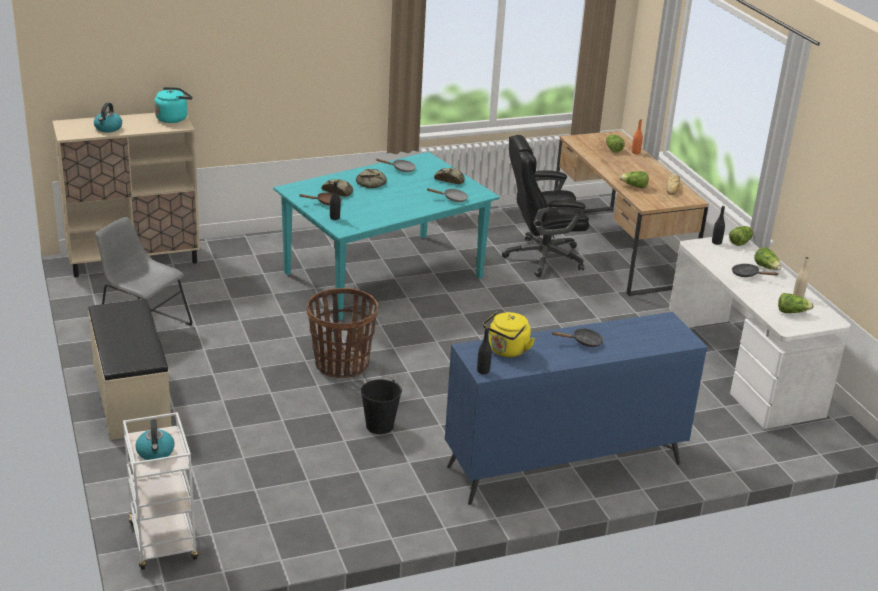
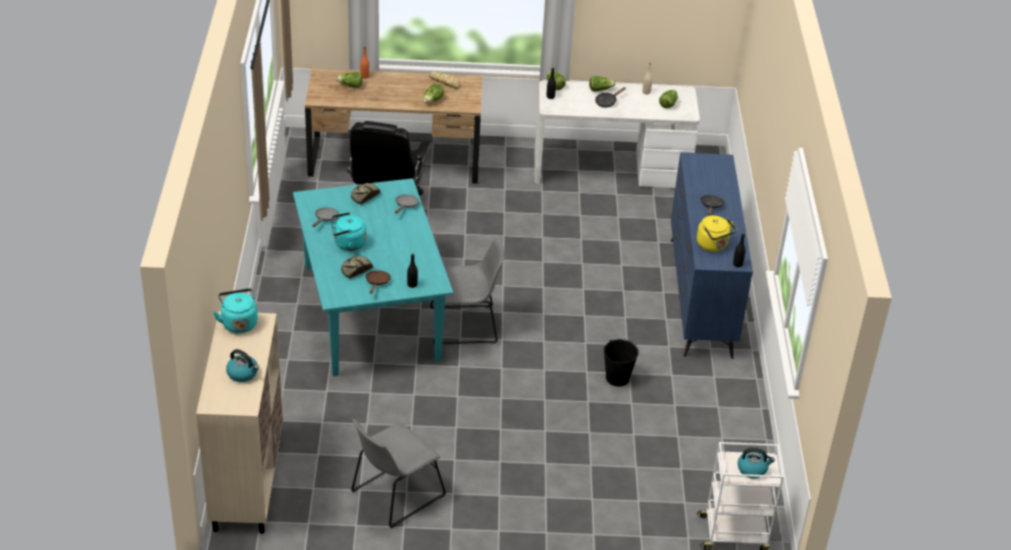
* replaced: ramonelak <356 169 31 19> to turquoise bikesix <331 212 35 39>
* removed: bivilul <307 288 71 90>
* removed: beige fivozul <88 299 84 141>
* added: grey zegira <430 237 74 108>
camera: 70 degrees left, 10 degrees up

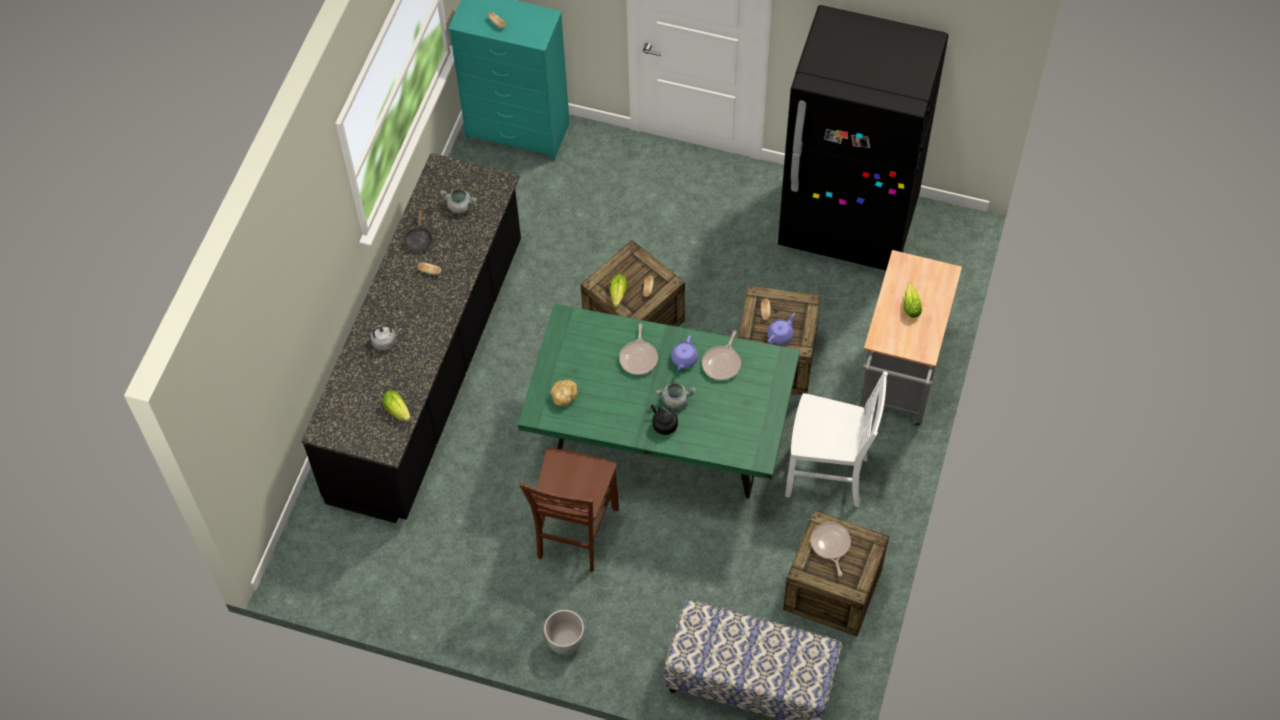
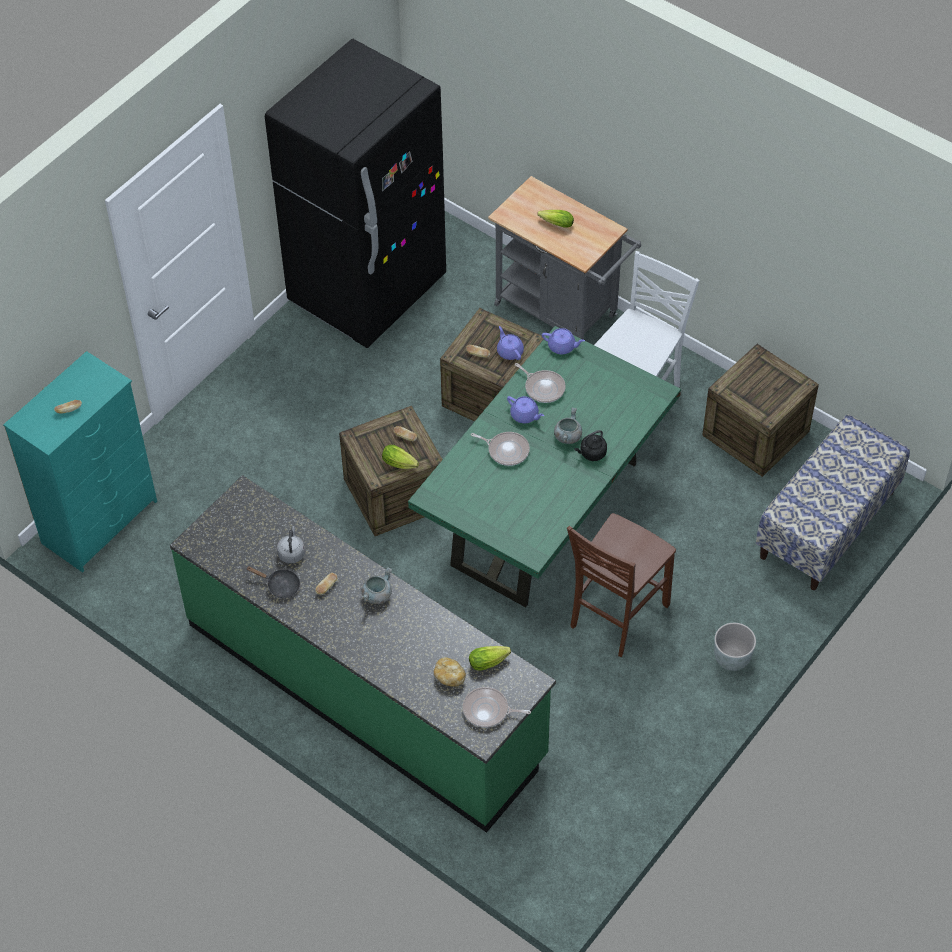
* recoloured: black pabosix <301 153 220 370> to green pabosix <170 475 386 358>
* moved: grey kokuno <440 189 37 25> to <361 567 31 37>
* moved: grey bikesix <370 325 32 25> to <277 526 28 38>
* moved: ramonelak <551 380 26 26> to <434 657 32 30>
* turned: brown zegira <519 448 100 124> = <567 513 109 144> 90 degrees clockwise
* moved: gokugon <811 522 40 54> to <463 687 68 41>
* added: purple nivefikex <542 328 43 26>
camera: 70 degrees left, 5 degrees down

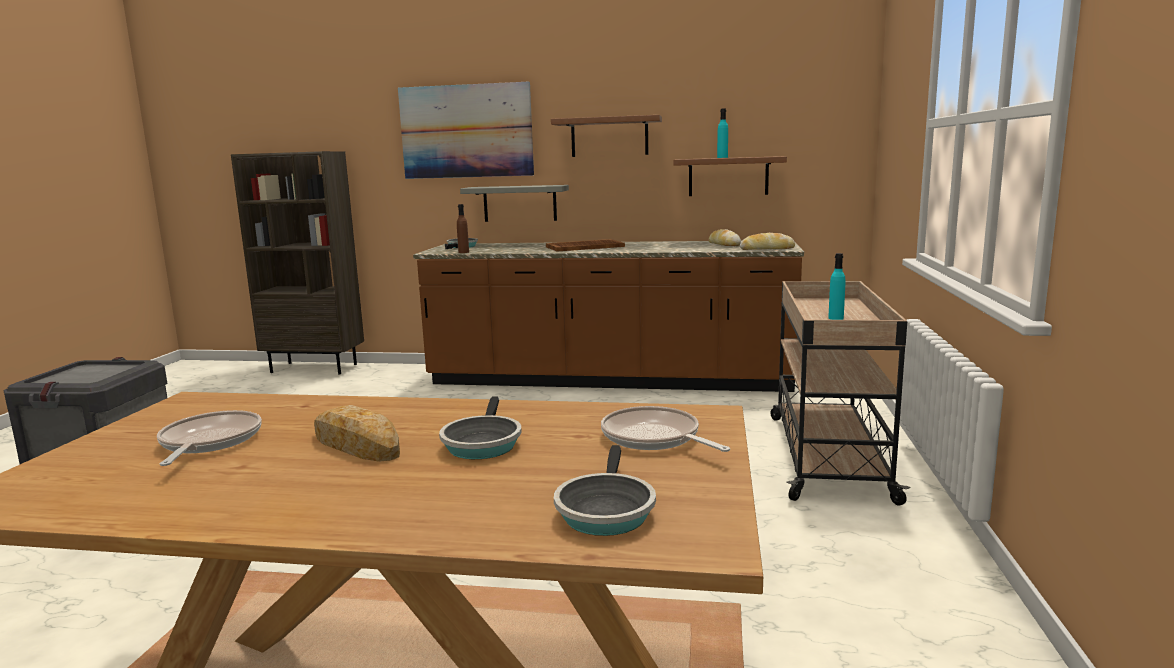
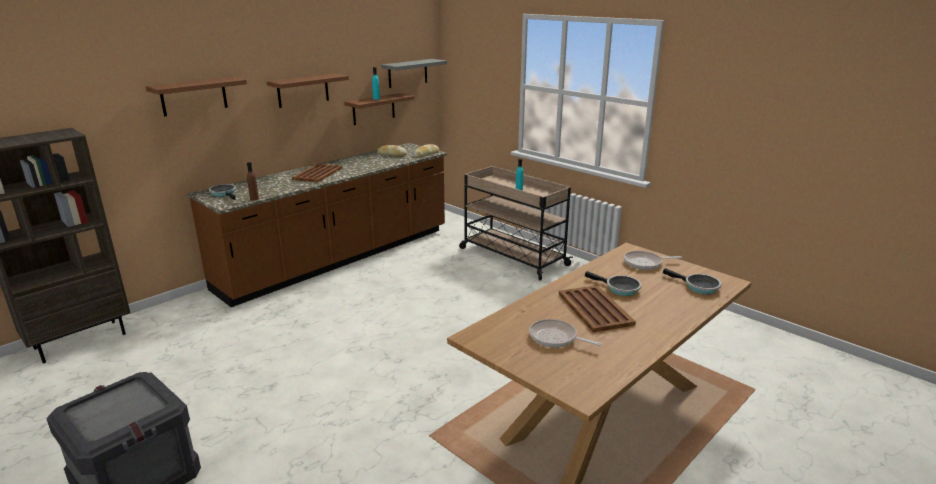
* replaced: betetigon <398 82 136 97> to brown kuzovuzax <146 77 101 39>
* moved: grey kuzovuzax <460 185 109 37> to <381 59 66 29>
* replaced: ramonelak <314 405 86 57> to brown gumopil <559 285 77 48>
camera: 55 degrees left, 10 degrees up

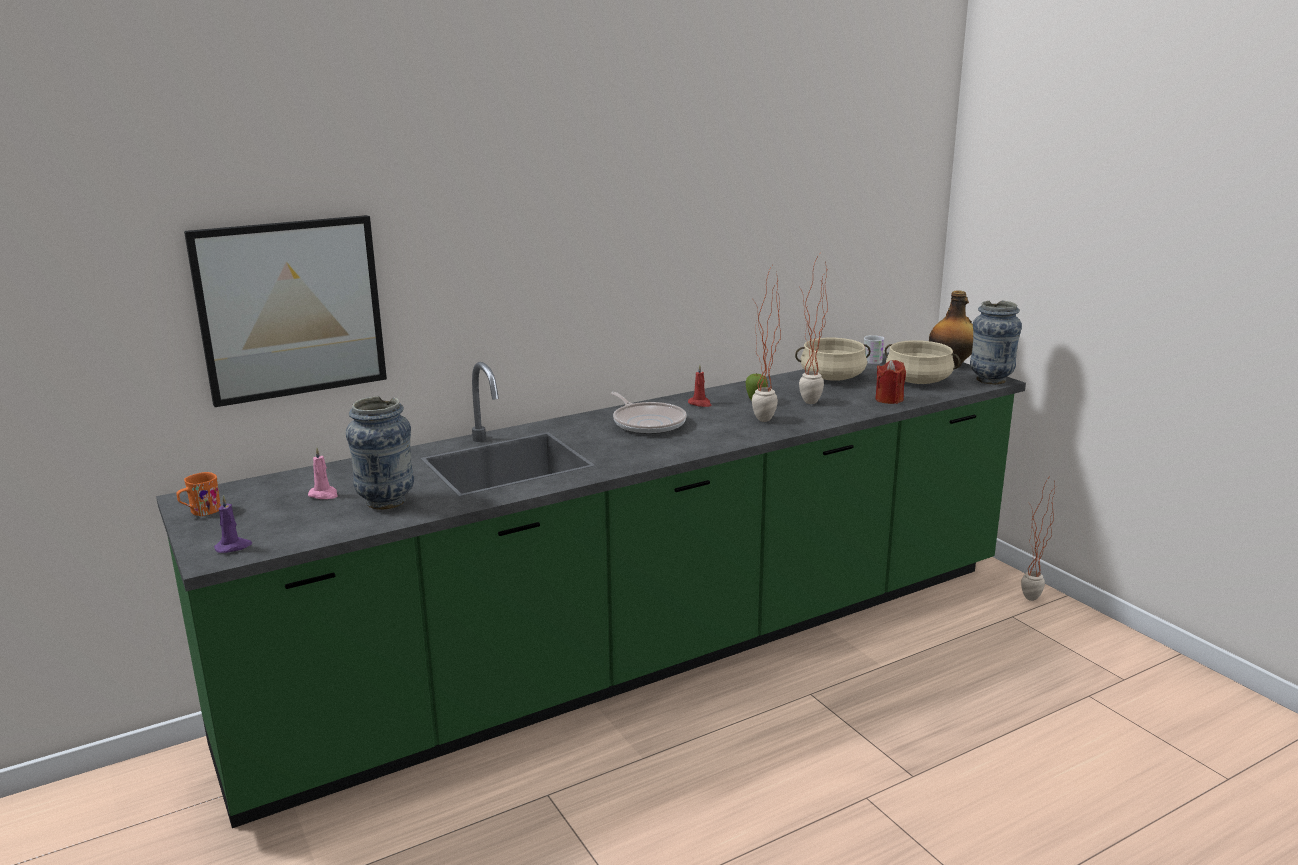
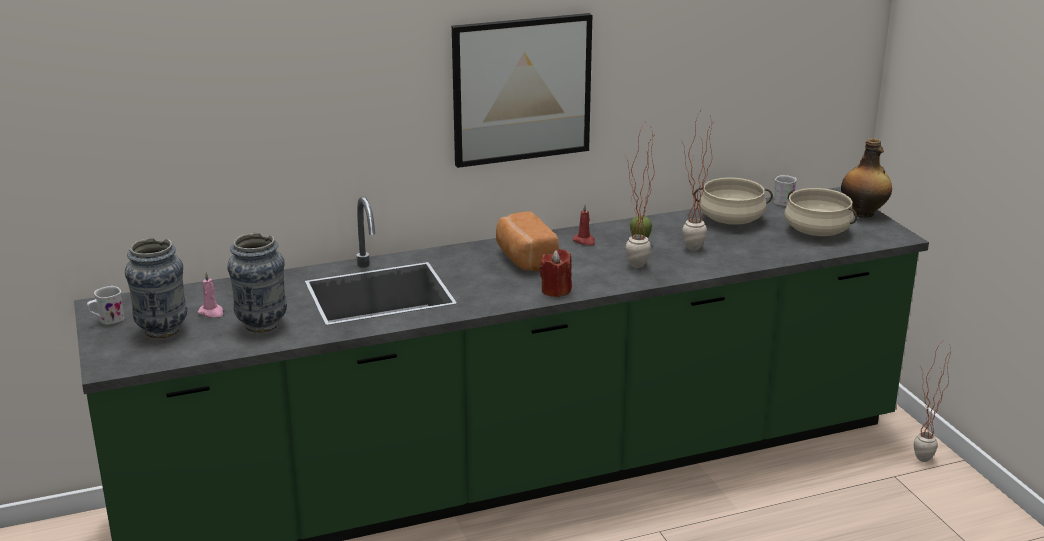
* moved: betetigon <184 215 203 192> to <452 13 140 155>
* moved: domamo <970 300 52 84> to <125 238 62 100>
* moved: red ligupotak <875 360 31 44> to <540 249 32 48>
* replaced: gokugon <611 392 76 42> to ramonelak <496 211 63 60>
* recoloured: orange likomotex <176 472 45 44> to white likomotex <87 286 37 39>
* removed: purple ligupotak <214 495 38 58>
camera: 10 degrees right, 5 degrees up

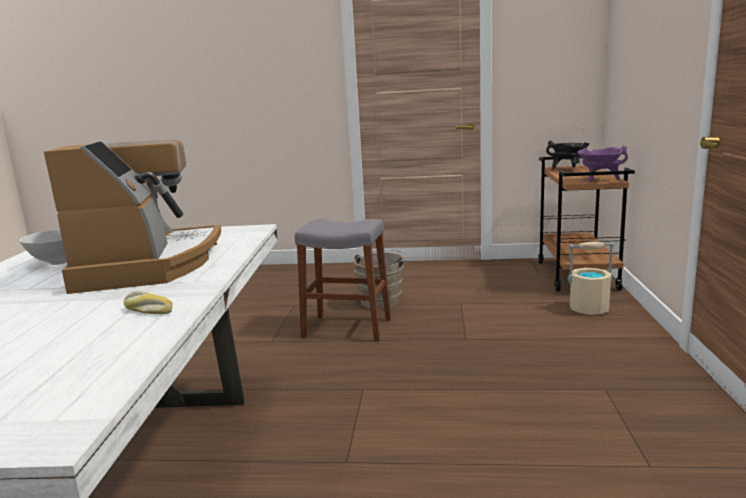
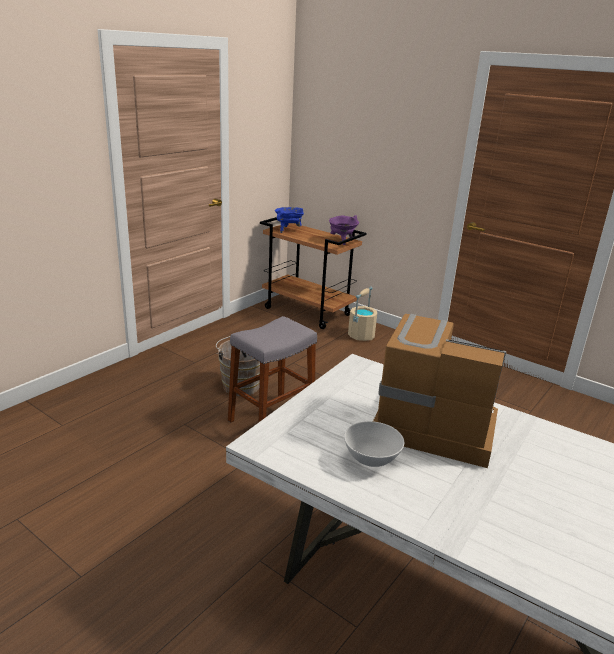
* recoloured: black kokuno <546 140 44 30> to blue kokuno <275 207 29 26>
* removed: ramonelak <124 291 48 23>
camera: 60 degrees left, 10 degrees up

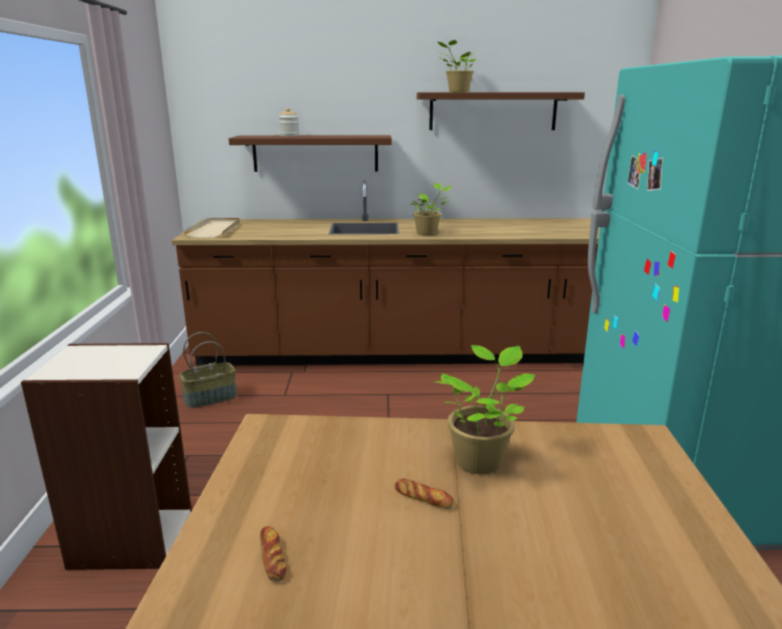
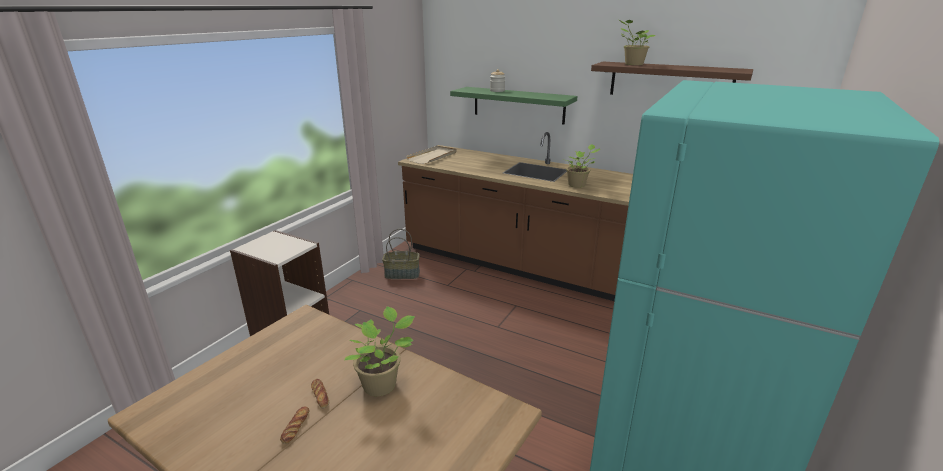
* recoloured: brown kuzovuzax <229 135 163 37> to green kuzovuzax <450 87 128 37>
* moved: ramonelak <260 526 27 56> to <280 407 29 37>
camera: 30 degrees right, 5 degrees up

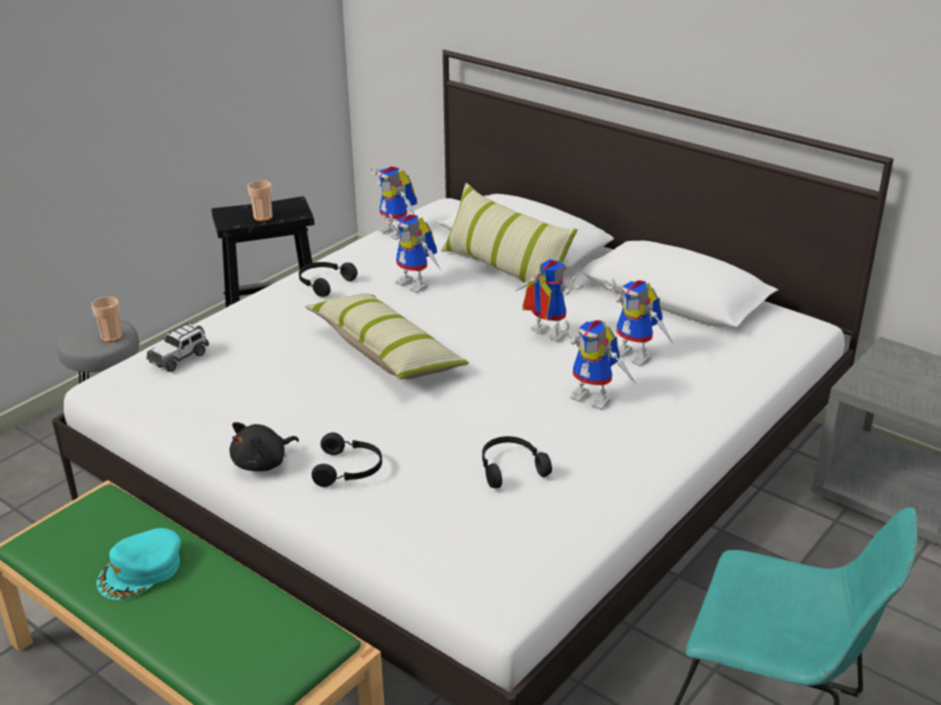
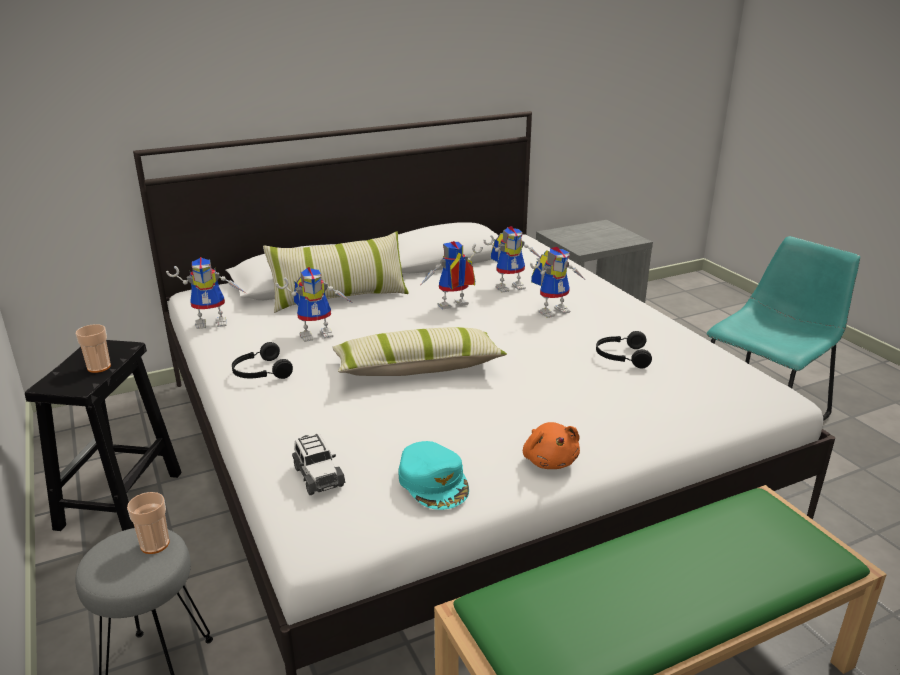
* recoloured: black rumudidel <230 422 69 49> to orange rumudidel <523 422 57 47>
* removed: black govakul <312 433 70 54>
* moved: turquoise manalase <96 528 85 72> to <398 441 71 69>
camera: 65 degrees left, 5 degrees down

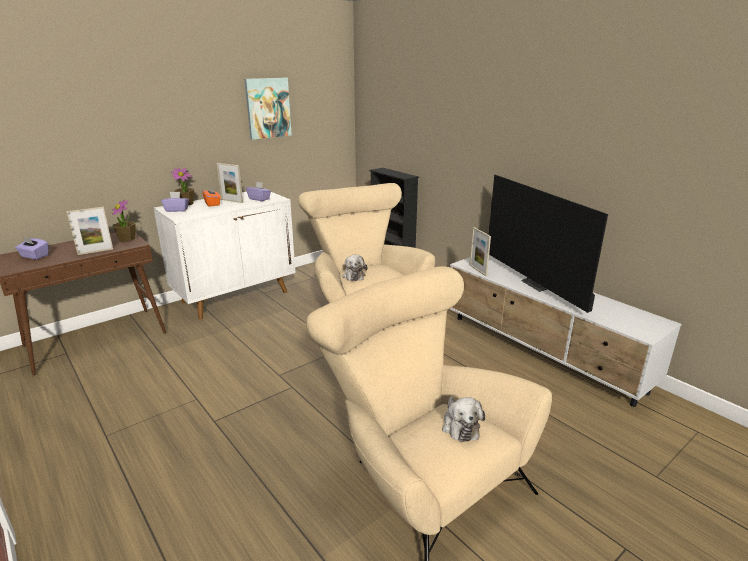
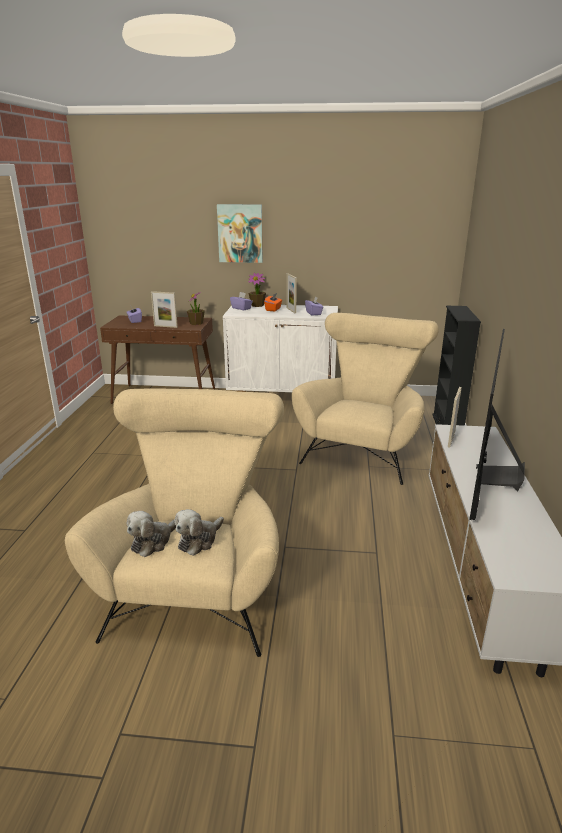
* moved: betetigon <245 78 47 62> to <217 204 46 59>
* moved: rumudidel <343 255 24 26> to <127 511 49 46>
camera: 45 degrees right, 0 degrees up

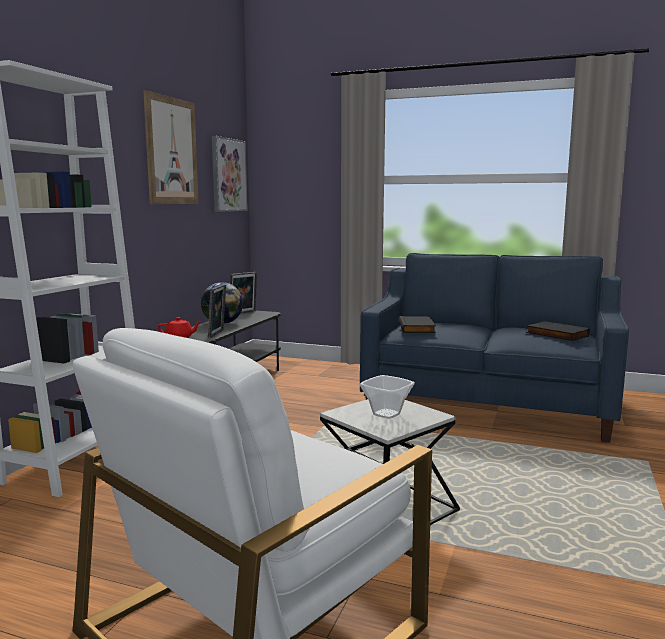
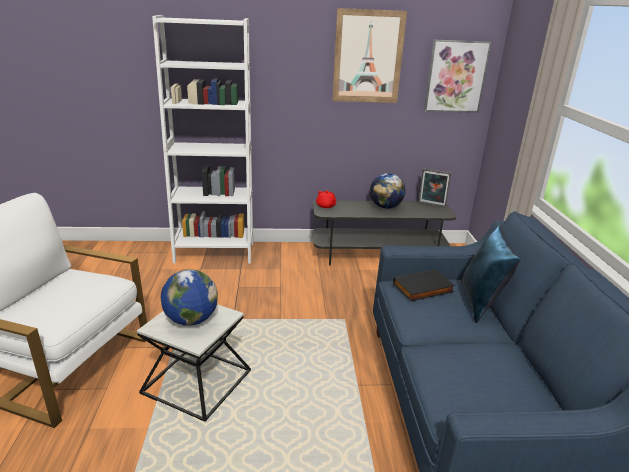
* removed: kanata <208 284 18 54>
* removed: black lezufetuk <526 321 64 20>
* replaced: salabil <359 375 56 44> to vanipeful <161 269 57 57>
* added: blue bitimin <461 226 60 98>
camera: 65 degrees right, 15 degrees up

